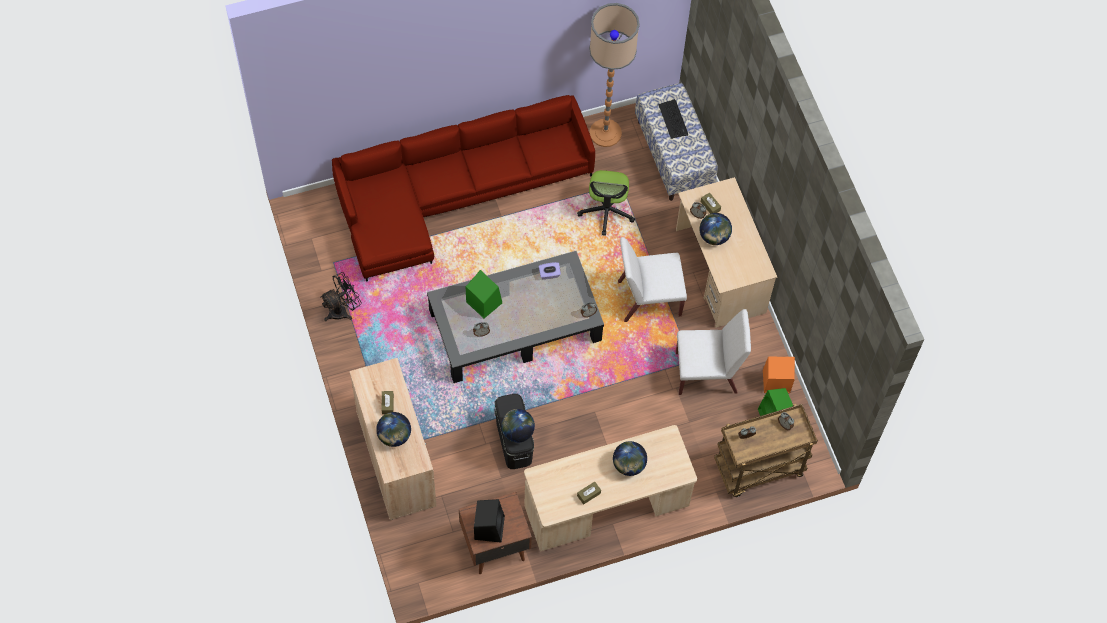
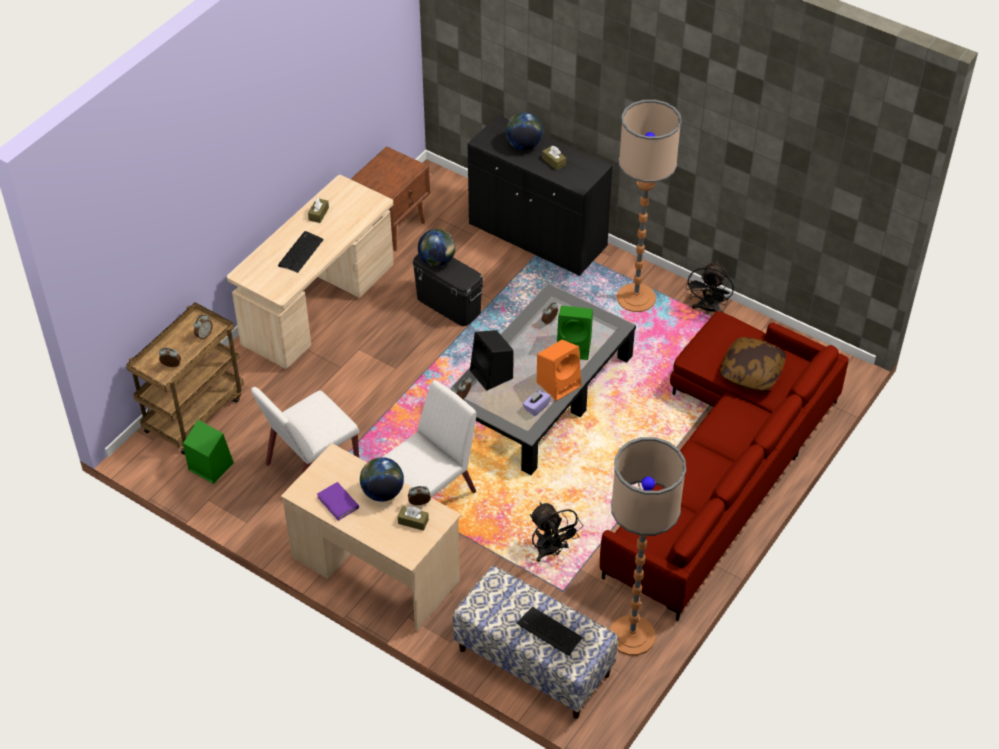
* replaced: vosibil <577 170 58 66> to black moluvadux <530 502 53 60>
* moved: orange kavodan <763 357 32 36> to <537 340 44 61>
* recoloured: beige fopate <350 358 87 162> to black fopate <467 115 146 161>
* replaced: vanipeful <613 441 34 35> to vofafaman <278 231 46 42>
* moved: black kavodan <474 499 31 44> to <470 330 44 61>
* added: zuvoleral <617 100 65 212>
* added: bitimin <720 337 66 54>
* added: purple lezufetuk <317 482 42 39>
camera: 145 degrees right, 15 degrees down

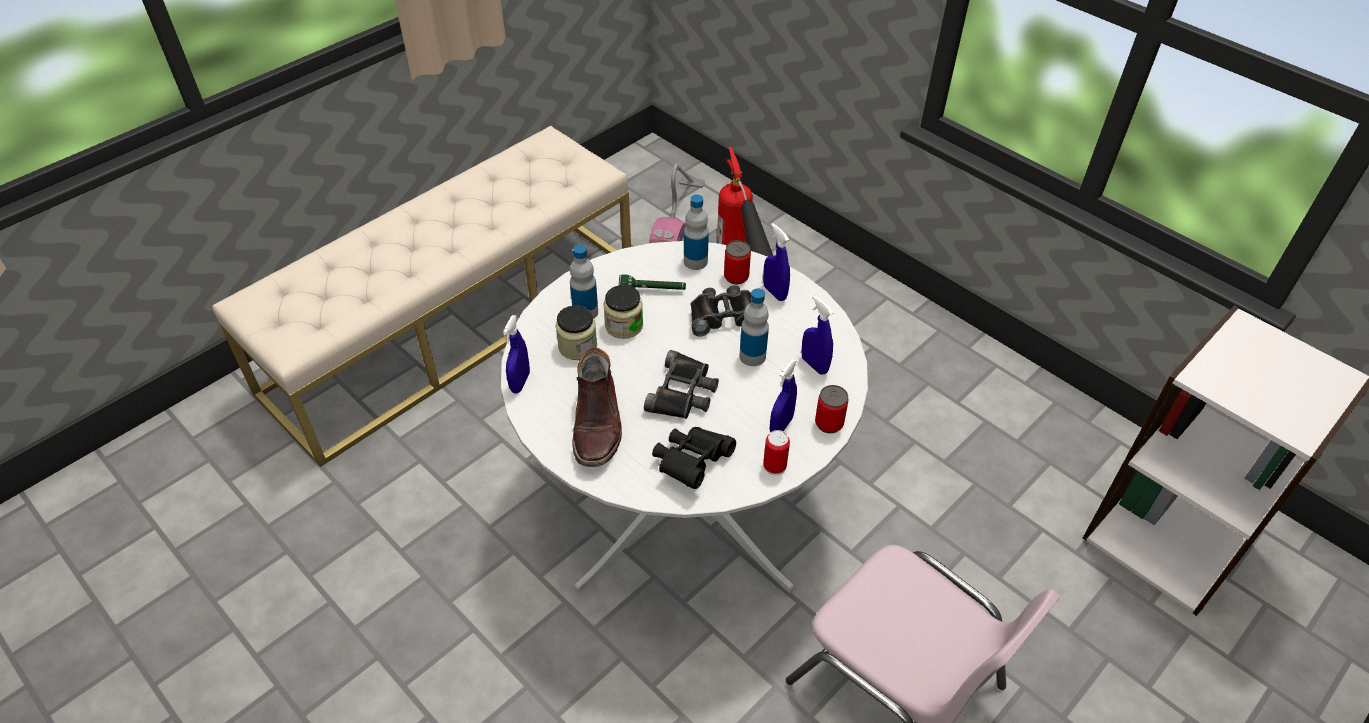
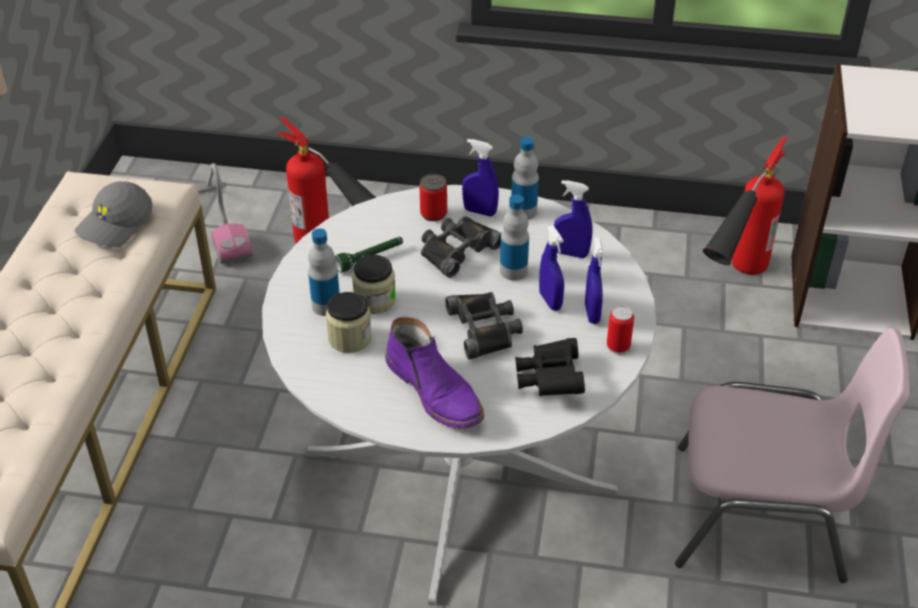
* moved: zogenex <684 194 25 76> to <511 137 28 83>
* moved: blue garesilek <503 315 27 79> to <539 225 25 86>
* recoloured: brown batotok <572 347 50 120> to purple batotok <386 317 98 112>
* removed: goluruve <815 385 33 48>
* added: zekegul <703 136 84 139>
* added: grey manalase <75 181 77 66>
camera: 35 degrees left, 5 degrees down

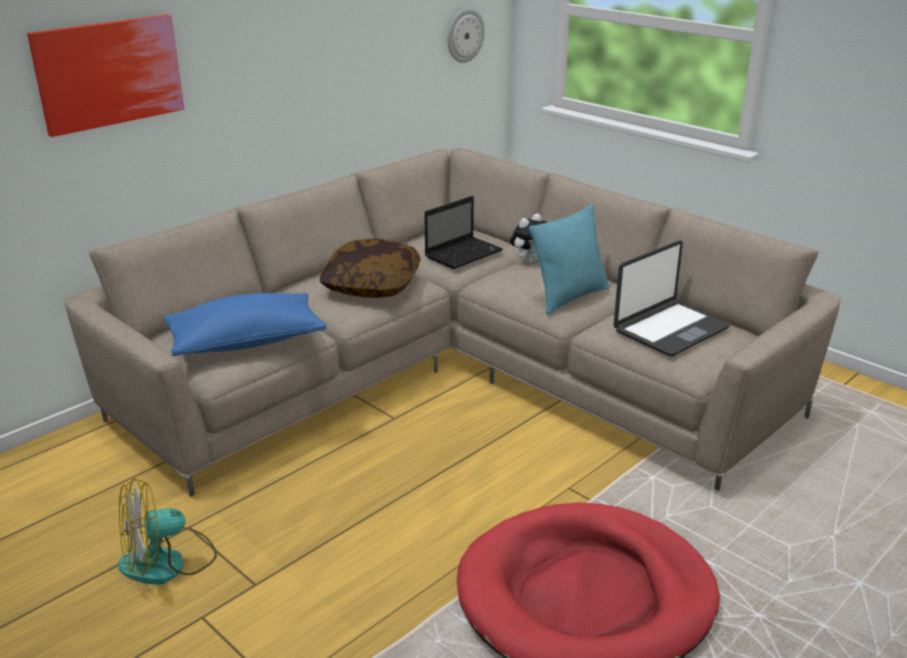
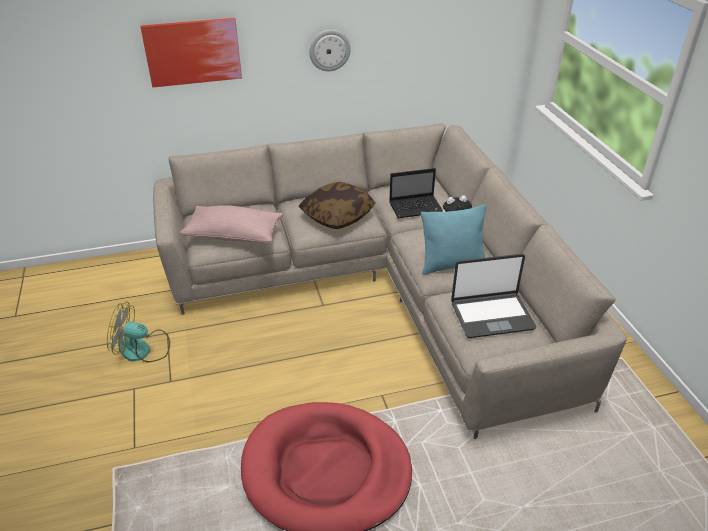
* moved: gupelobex <448 8 37 55> to <309 30 42 41>
* recoloured: blue bitimin <163 293 164 63> to pink bitimin <180 205 103 38>
camera: 30 degrees right, 10 degrees up

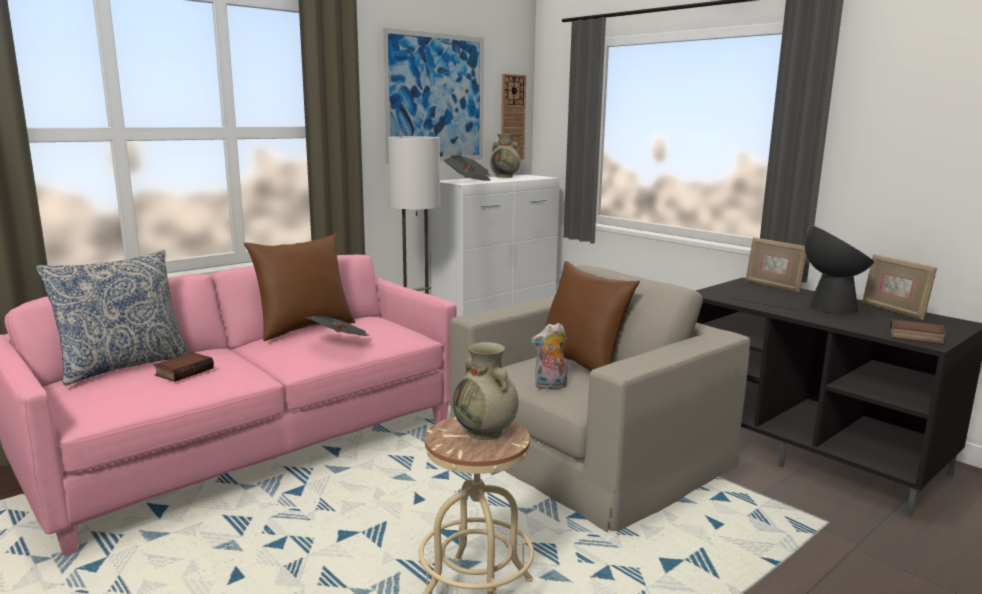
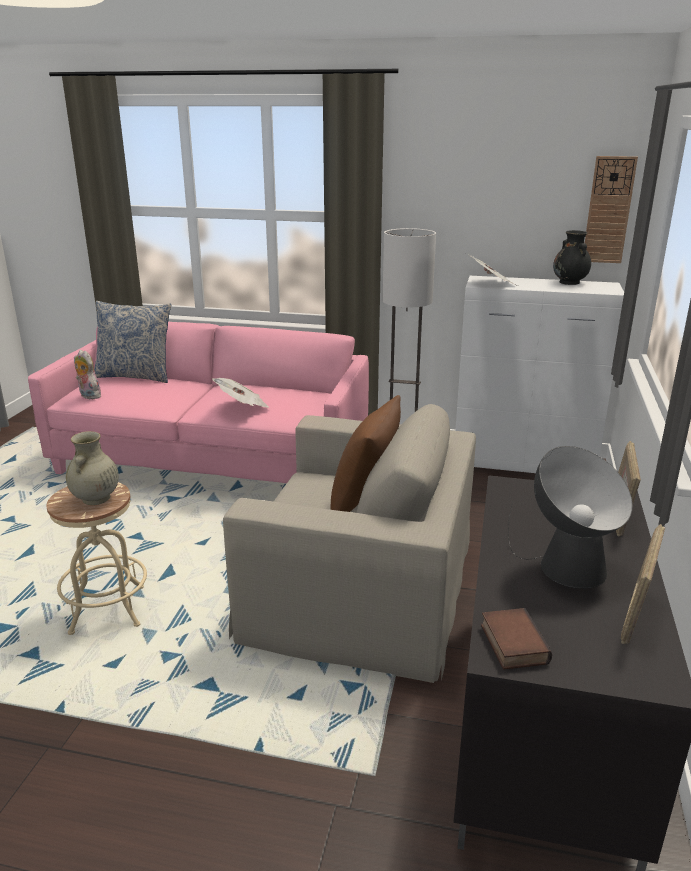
* removed: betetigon <382 27 102 137>
* recoloured: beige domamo <490 134 30 44> to black domamo <553 230 38 55>
* removed: brown bitimin <244 233 111 108>
* moved: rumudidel <531 323 37 67> to <74 350 27 49>
* removed: lezufetuk <154 352 60 30>
camera: 55 degrees right, 10 degrees up

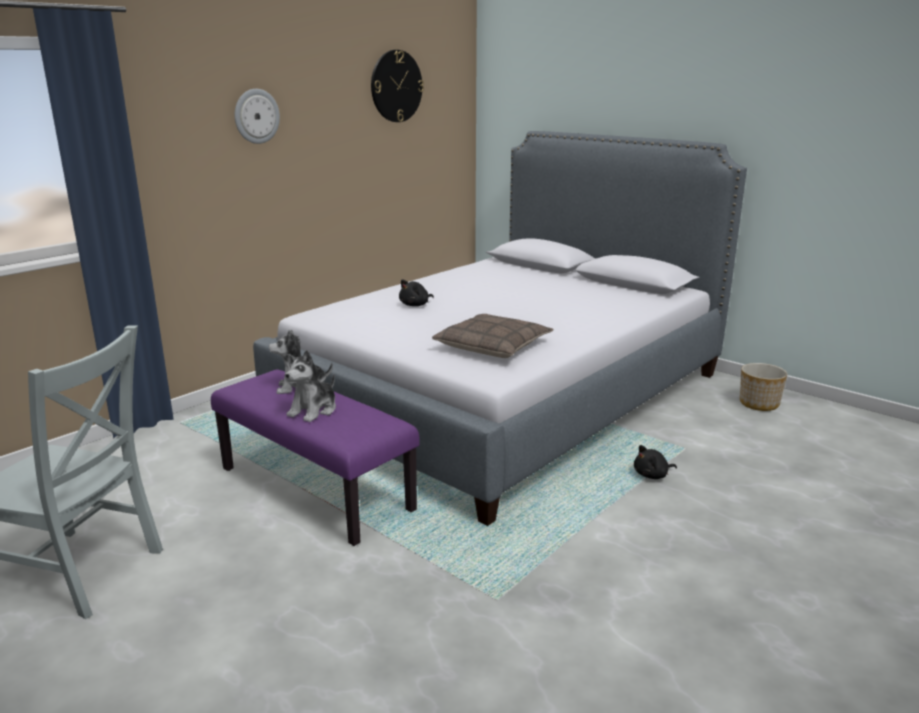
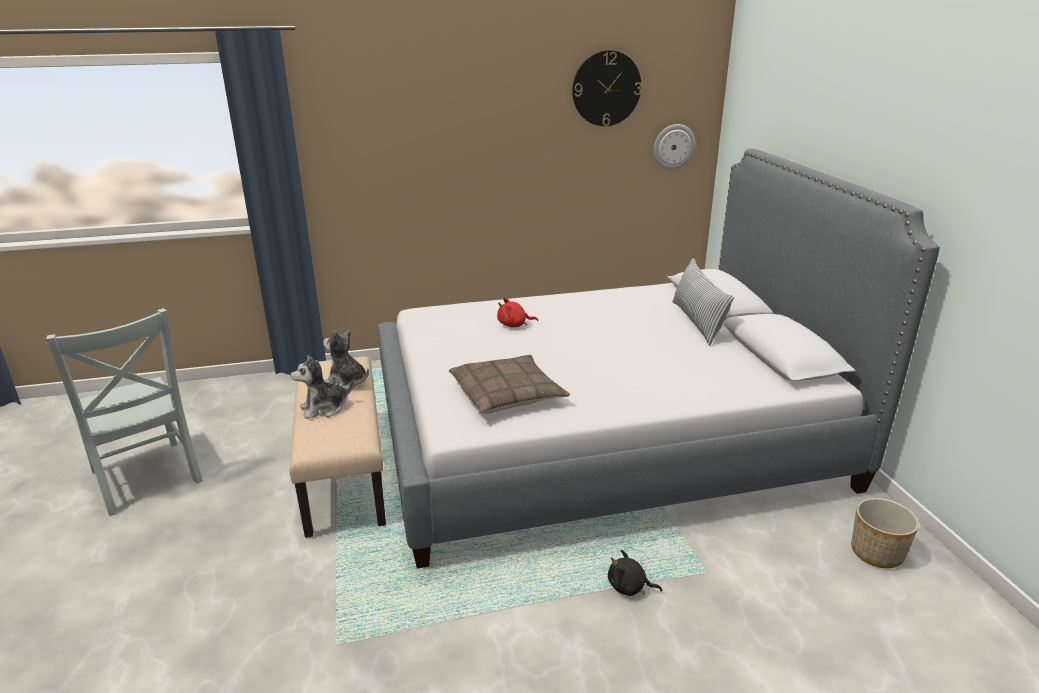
* moved: gupelobex <235 89 45 55> to <654 124 41 45>
* recoloured: black rumudidel <399 279 35 27> to red rumudidel <497 297 41 30>
* recoloured: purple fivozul <211 369 209 177> to beige fivozul <290 356 96 182>
* added: bitimin <672 258 62 88>
camera: 35 degrees right, 5 degrees up

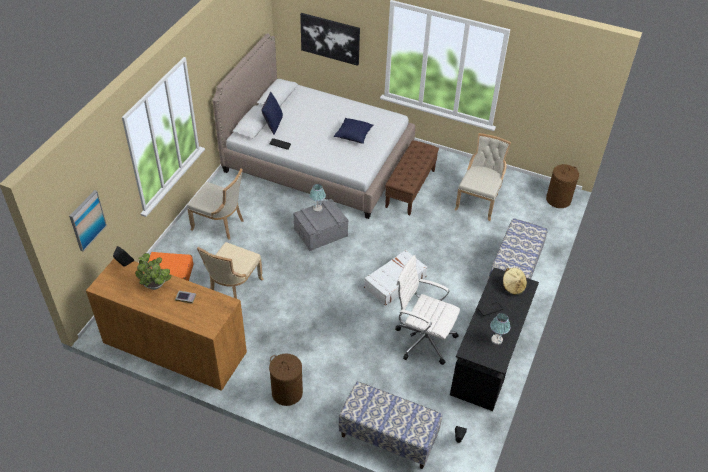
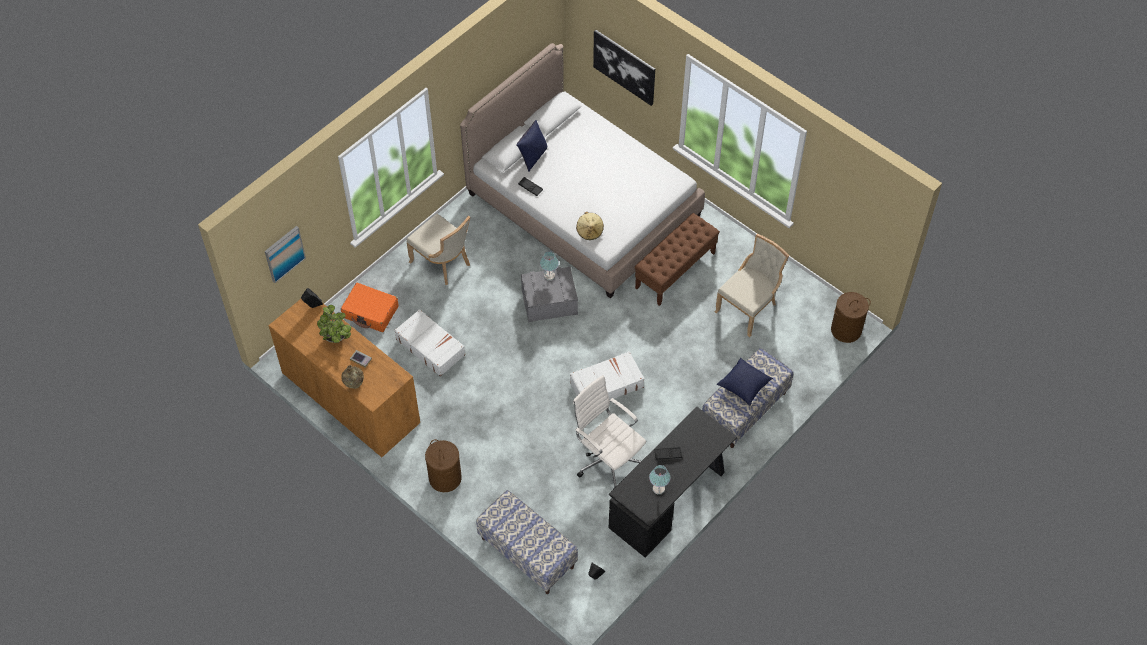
* moved: blue bitimin <334 118 39 26> to <717 358 56 48>
* replaced: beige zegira <197 242 66 57> to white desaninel <394 309 71 68>
* moved: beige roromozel <503 268 24 27> to <576 212 28 28>
* added: beige domamo <341 365 23 24>
camera: 20 degrees right, 10 degrees up

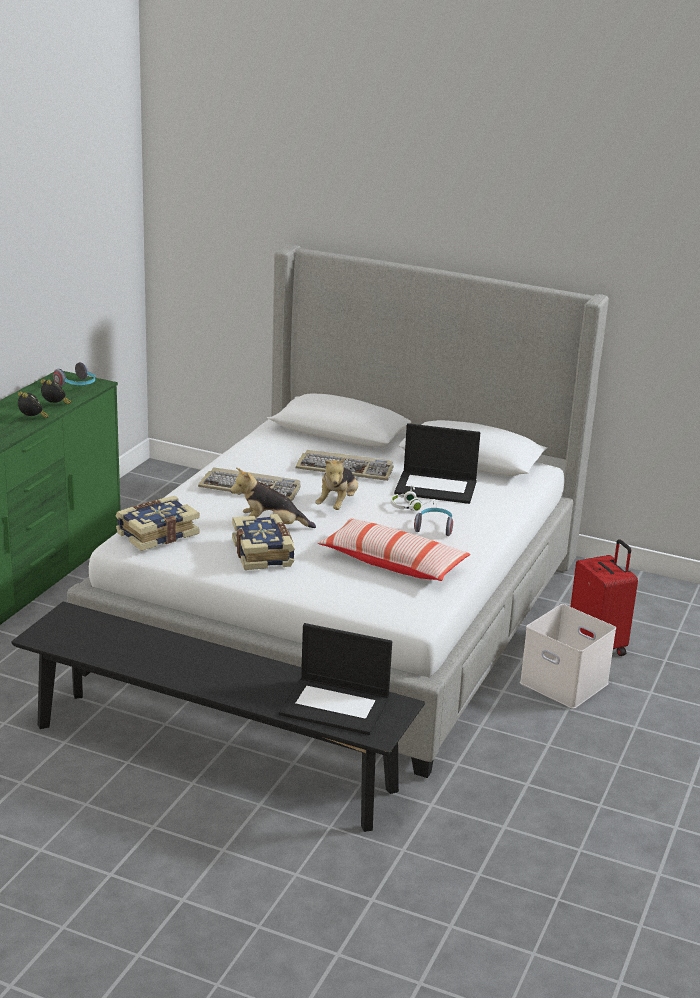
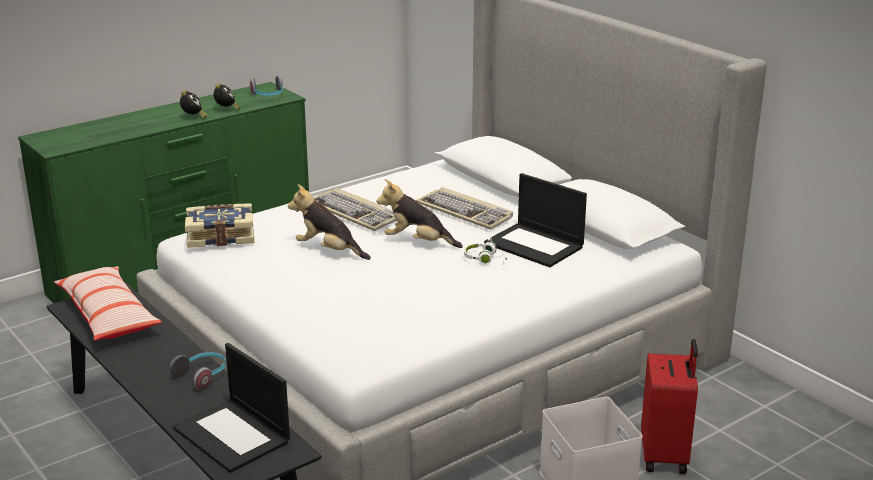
* turned: rumudidel <315 457 43 53> = <377 179 86 69> 60 degrees clockwise
* moved: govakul <414 508 39 28> to <170 352 56 37>
* removed: lezufetuk <232 514 63 56>
* moved: bitimin <318 518 152 63> to <54 266 108 75>
camera: 30 degrees right, 0 degrees up

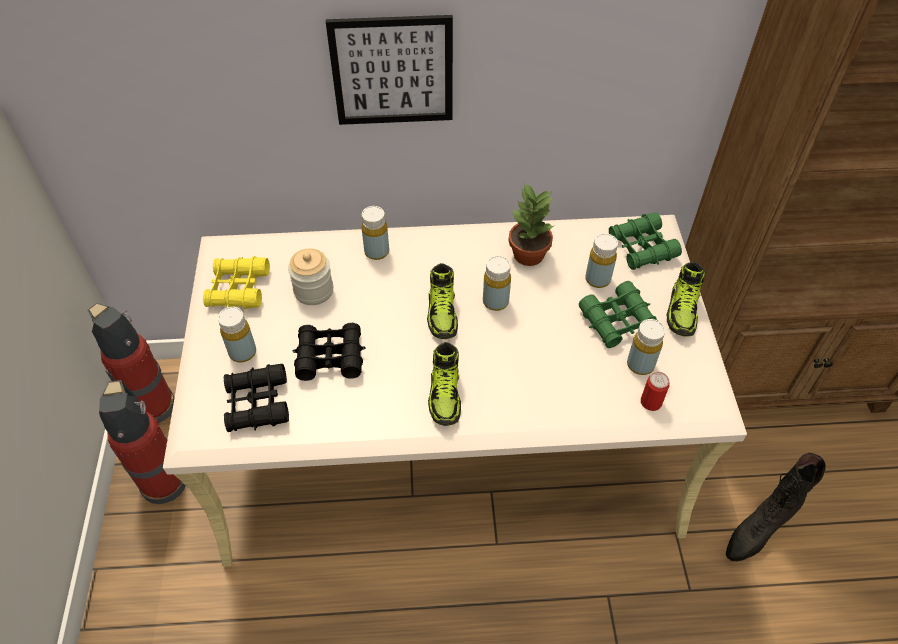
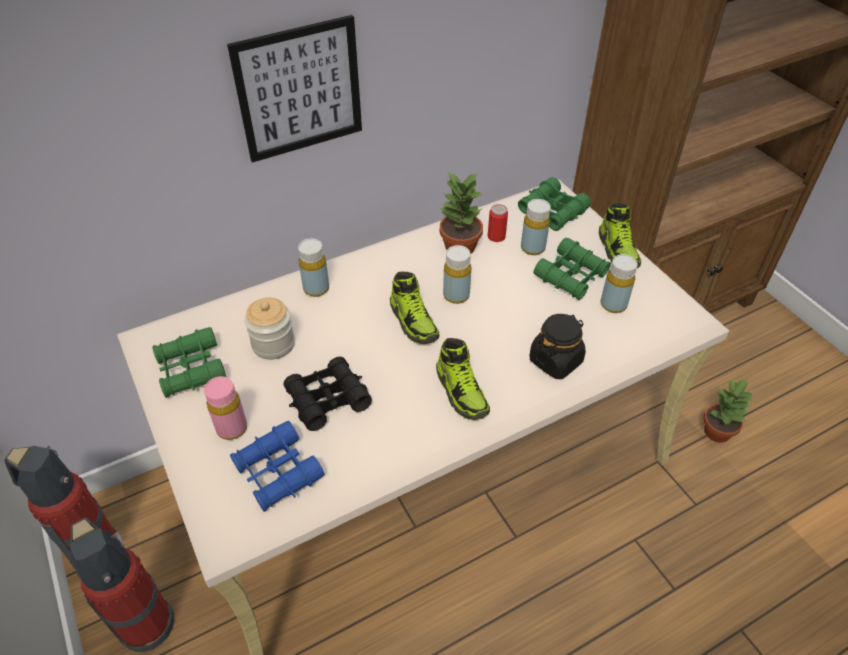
* recoloured: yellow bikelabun <203 256 67 53> to green bikelabun <152 327 74 71>
* recoloured: yellow zogenex <218 307 38 56> to pink zogenex <204 376 43 64>
* recoloured: black bikelabun <224 364 65 68> to blue bikelabun <230 421 95 91>
* moved: goluruve <641 372 29 39> to <488 204 20 38>
* replaced: black batotok <726 453 100 108> to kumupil <703 379 51 64>
* added: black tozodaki <530 314 56 65>
camera: 25 degrees left, 5 degrees down

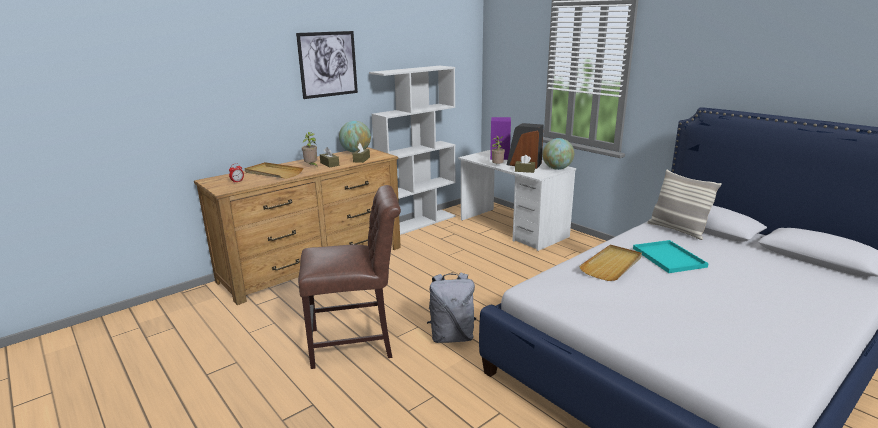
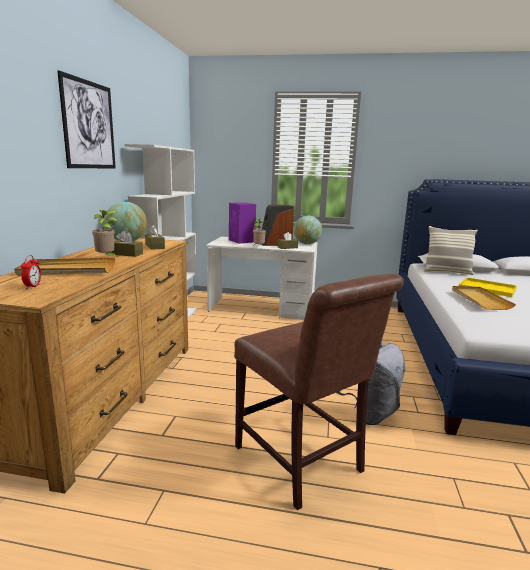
* turned: brown zegira <298 185 103 184> = <234 274 170 236> 105 degrees clockwise
* recoloured: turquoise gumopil <633 240 76 33> to yellow gumopil <459 277 58 20>
camera: 40 degrees left, 5 degrees down

